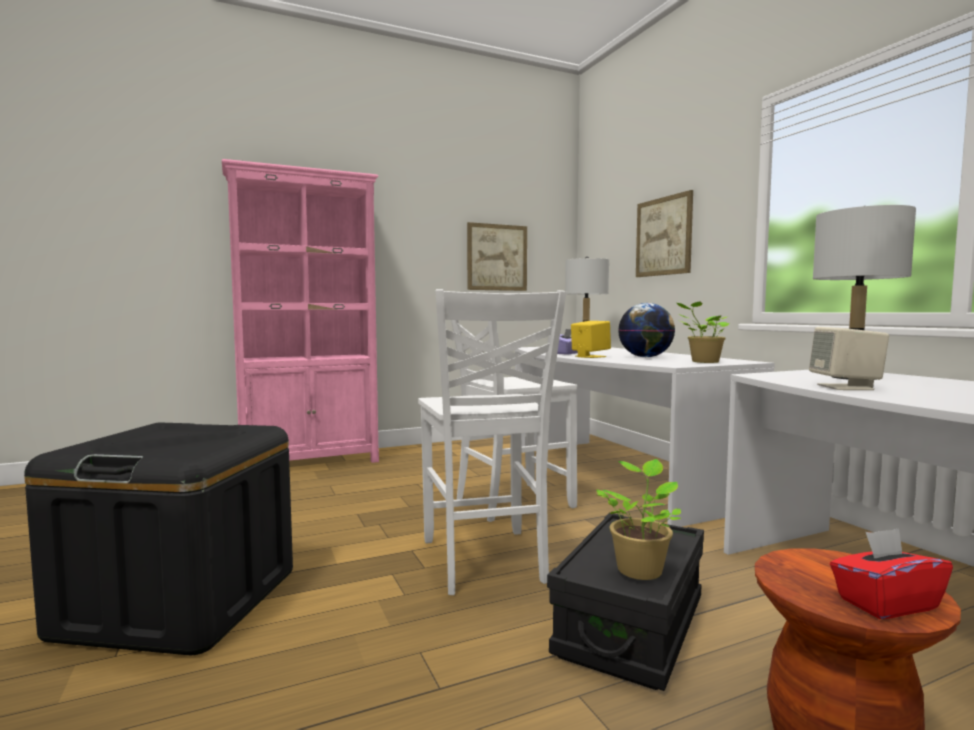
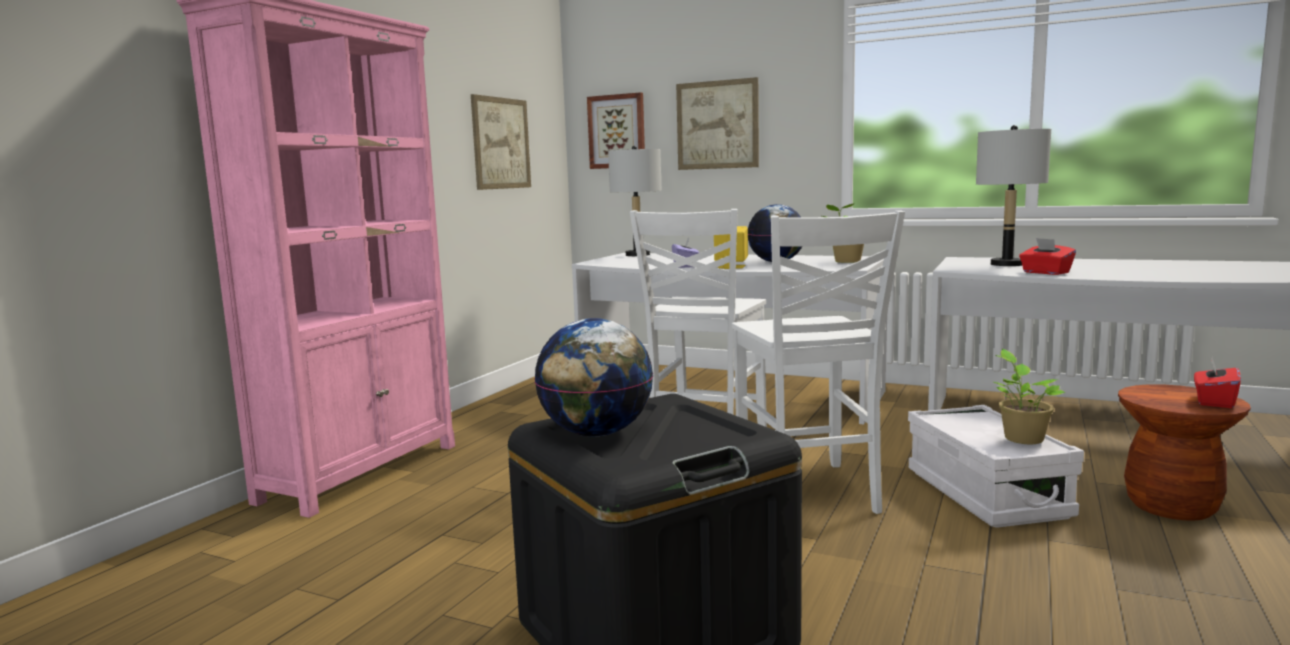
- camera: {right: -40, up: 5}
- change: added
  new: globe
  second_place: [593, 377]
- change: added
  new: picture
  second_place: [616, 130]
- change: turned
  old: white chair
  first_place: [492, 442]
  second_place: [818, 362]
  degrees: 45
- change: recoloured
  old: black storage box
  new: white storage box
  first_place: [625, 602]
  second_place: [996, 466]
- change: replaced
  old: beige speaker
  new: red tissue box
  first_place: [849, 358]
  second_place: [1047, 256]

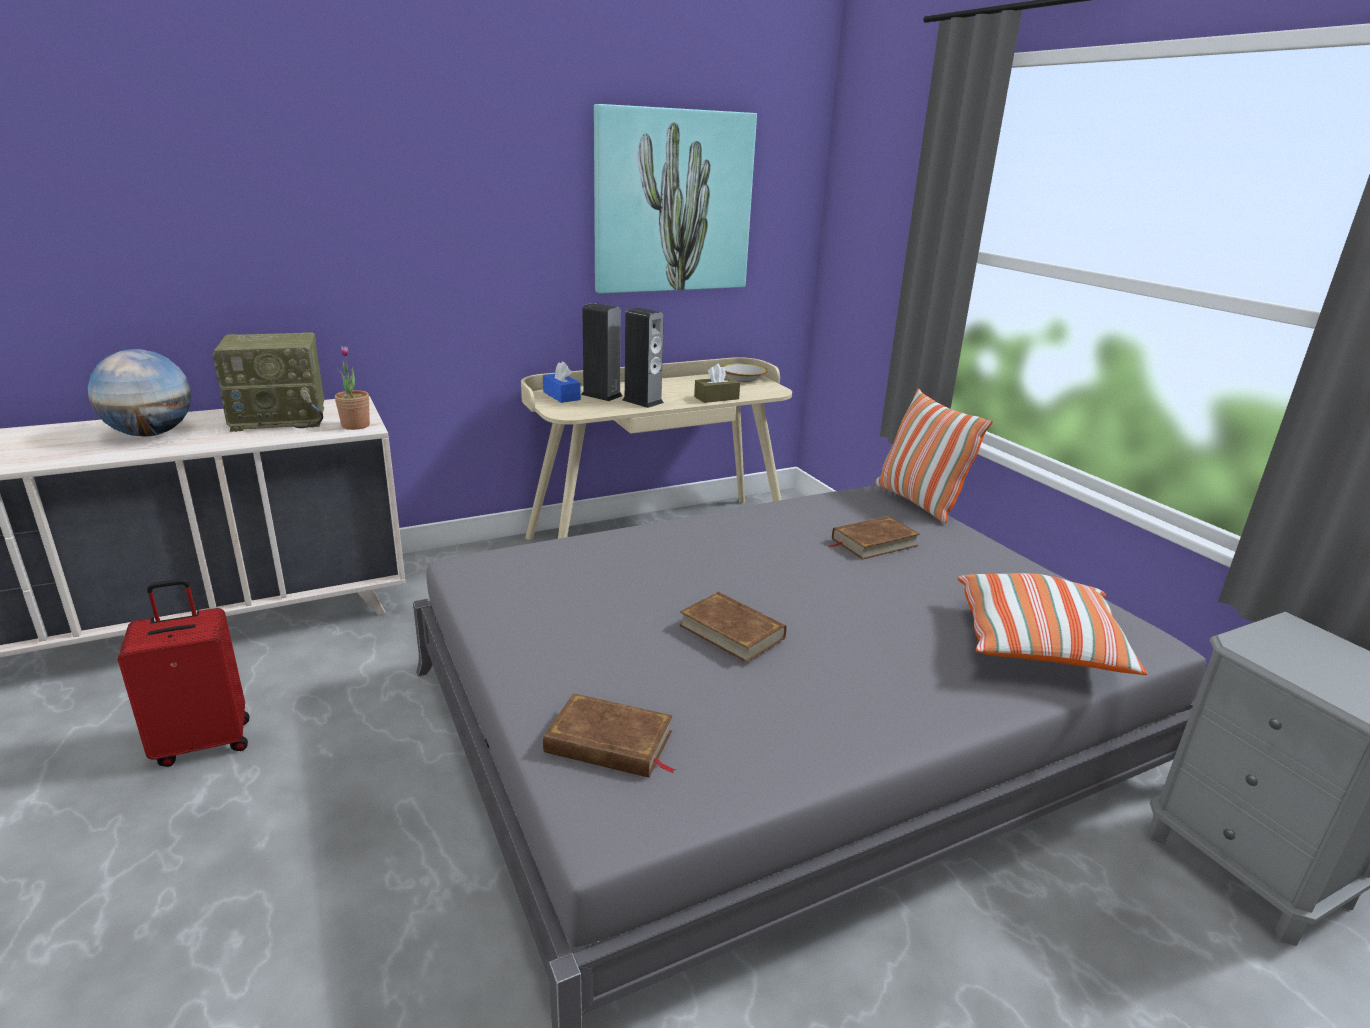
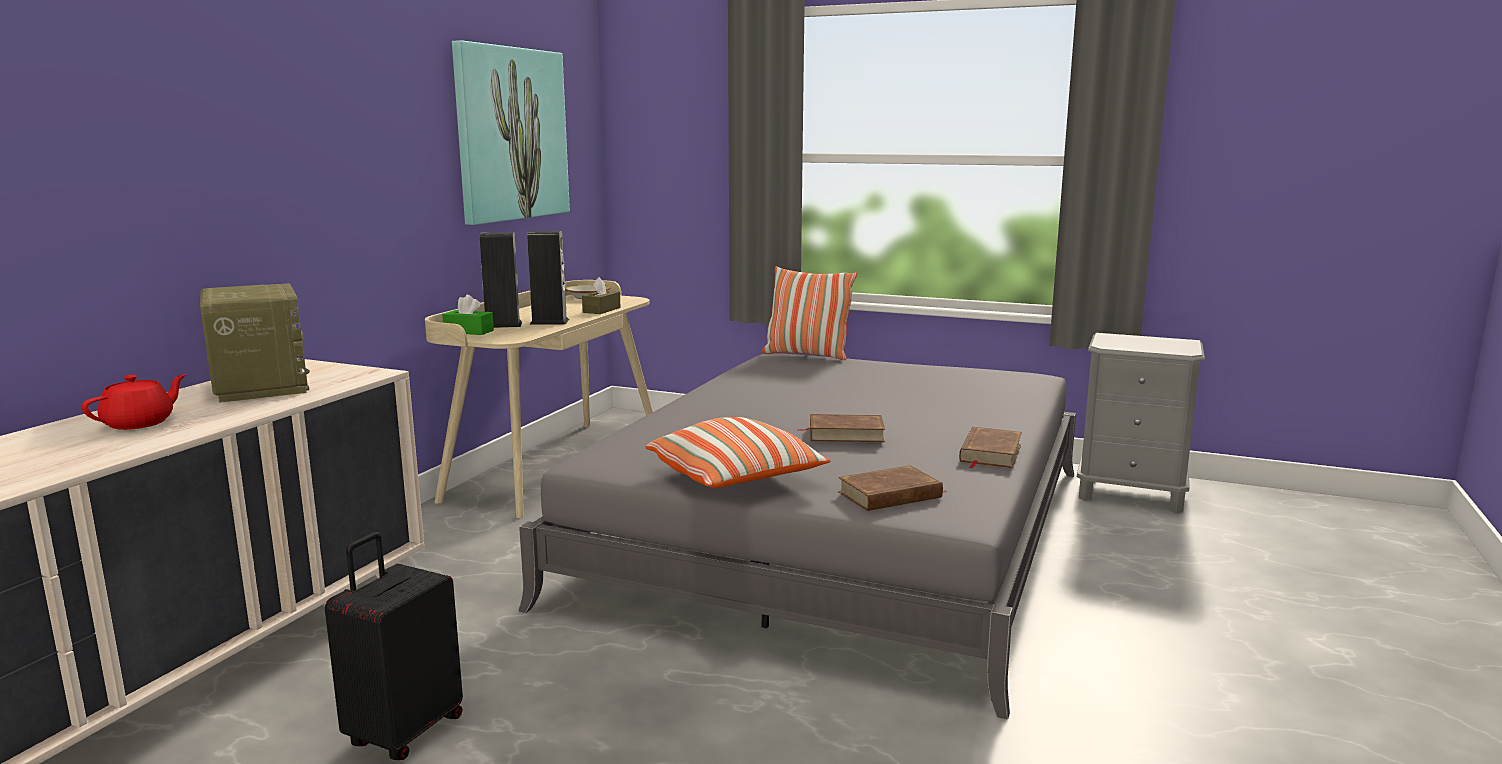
- camera: {right: -40, up: -10}
- change: replaced
  old: globe
  new: red teapot
  first_place: [139, 393]
  second_place: [133, 402]
- change: turned
  old: radio
  first_place: [268, 382]
  second_place: [255, 343]
  degrees: -60
- change: recoloured
  old: red suitcase
  new: black suitcase
  first_place: [183, 673]
  second_place: [394, 646]
- change: recoloured
  old: blue tissue box
  new: green tissue box
  first_place: [562, 382]
  second_place: [468, 315]
- change: moved
  old: pillow
  first_place: [1052, 624]
  second_place: [738, 452]
- change: moved
  old: brown book
  first_place: [874, 538]
  second_place: [990, 447]
- change: removed
  old: potted plant
  first_place: [352, 388]

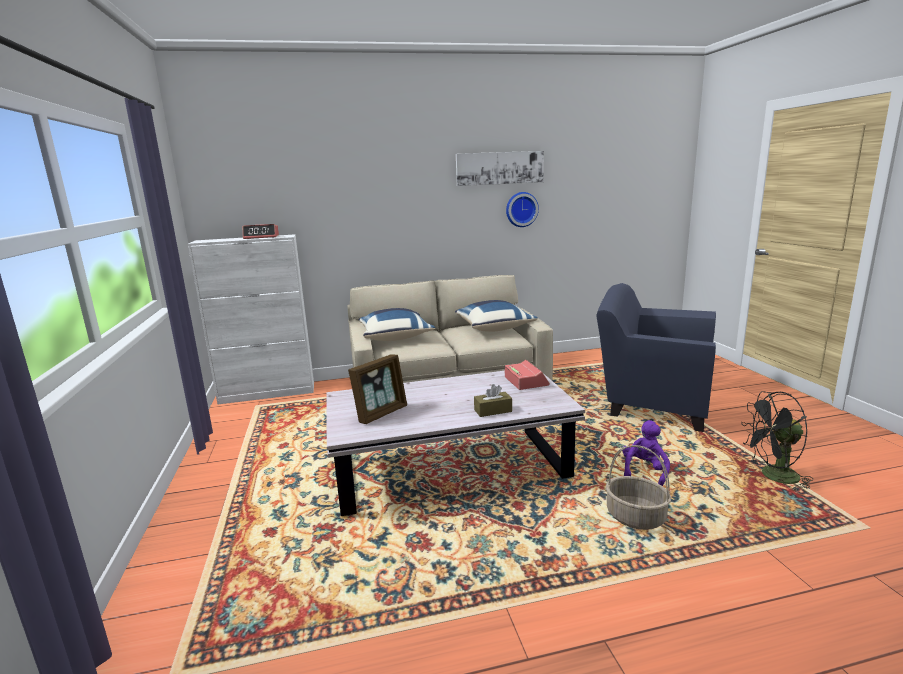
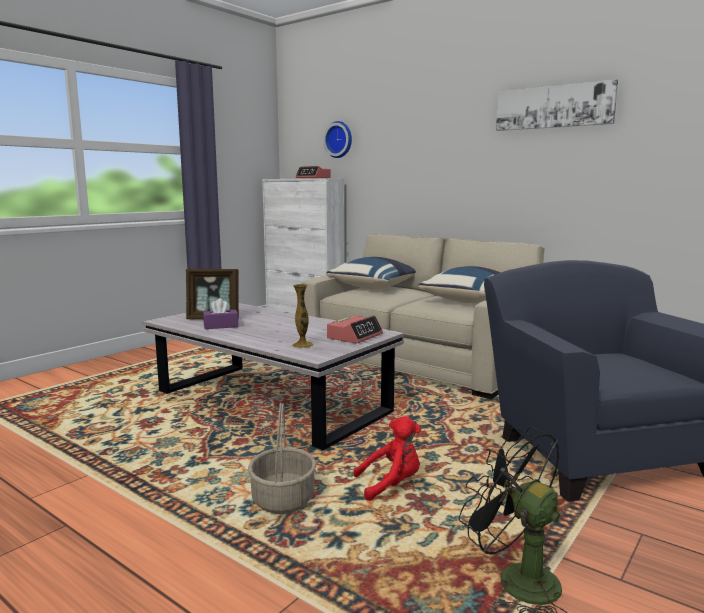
- camera: {right: 50, up: -5}
- change: added
  new: purple tissue box
  second_place: [220, 313]
- change: added
  new: vase
  second_place: [303, 316]
- change: moved
  old: wall clock
  first_place: [522, 209]
  second_place: [337, 139]
- change: recoloured
  old: purple plush toy
  new: red plush toy
  first_place: [646, 453]
  second_place: [387, 458]
- change: removed
  old: brown tissue box
  first_place: [493, 400]

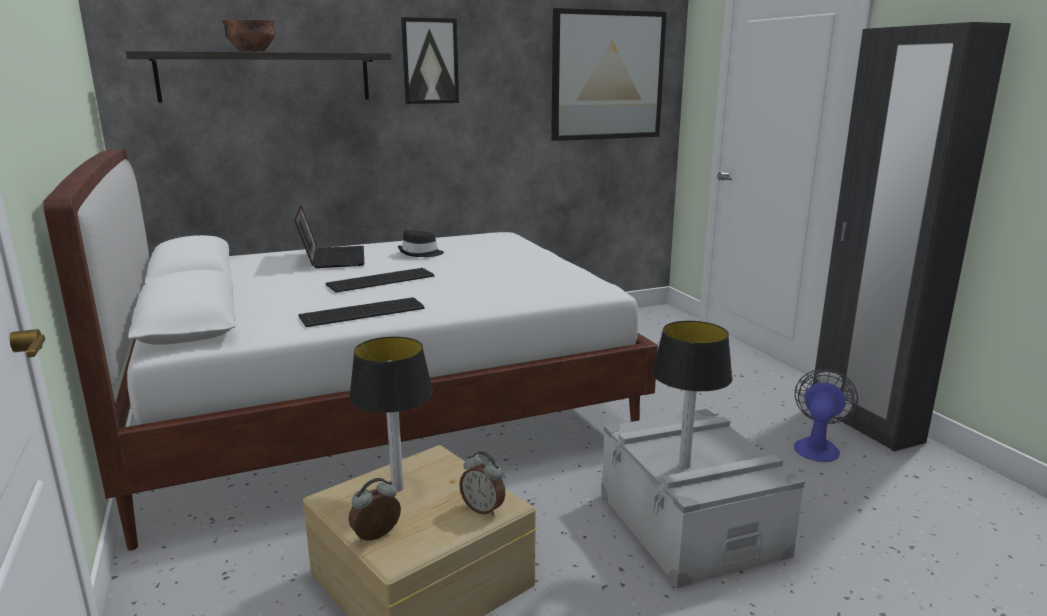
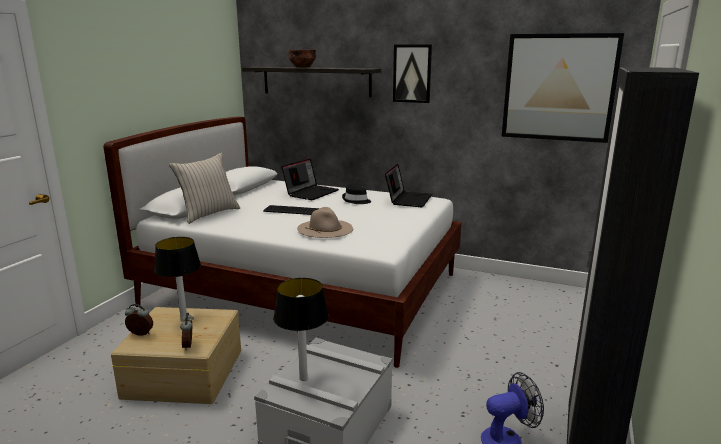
- camera: {right: 45, up: 0}
- change: added
  new: beige pillow
  second_place: [204, 188]
- change: added
  new: beige hat
  second_place: [325, 222]
- change: added
  new: laptop
  second_place: [408, 185]
- change: removed
  old: keyboard
  first_place: [361, 312]

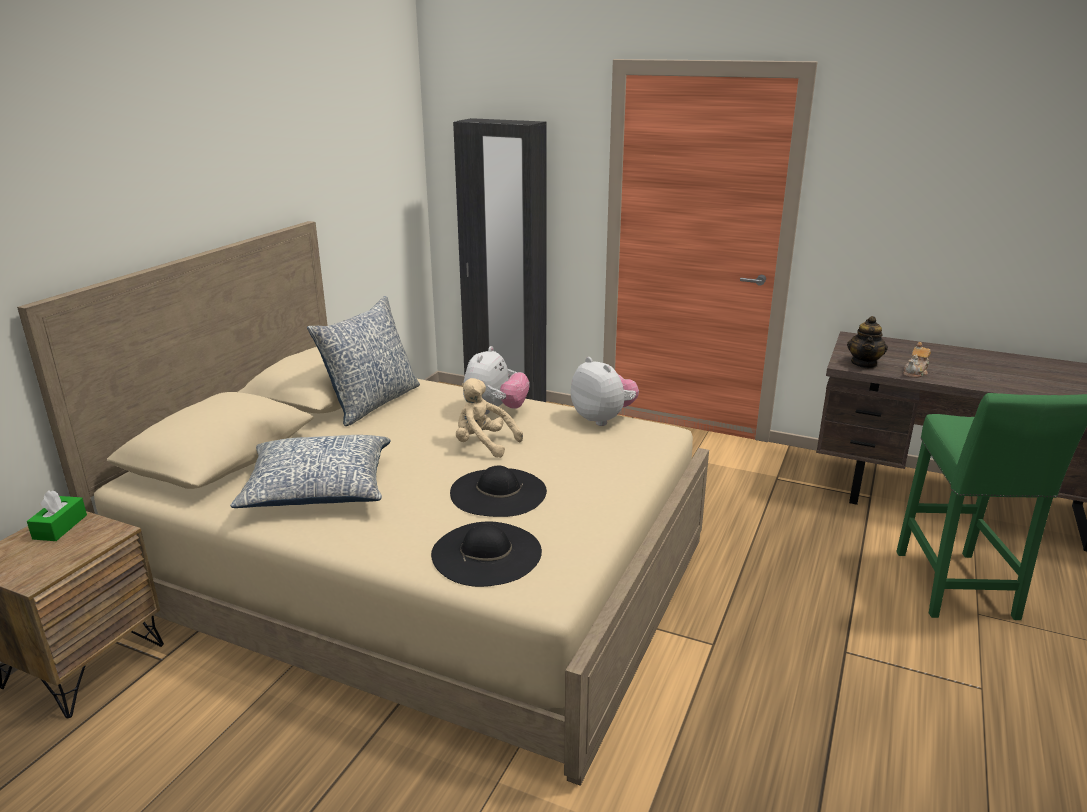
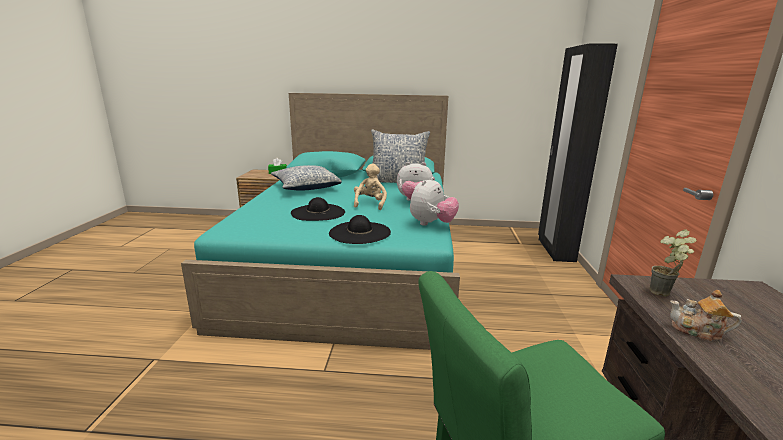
- camera: {right: 70, up: -5}
- change: recoloured
  old: beige bed
  new: turquoise bed
  first_place: [363, 503]
  second_place: [320, 221]
- change: moved
  old: black hat
  first_place: [486, 554]
  second_place: [360, 229]
- change: replaced
  old: teapot
  new: potted plant
  first_place: [867, 342]
  second_place: [673, 262]

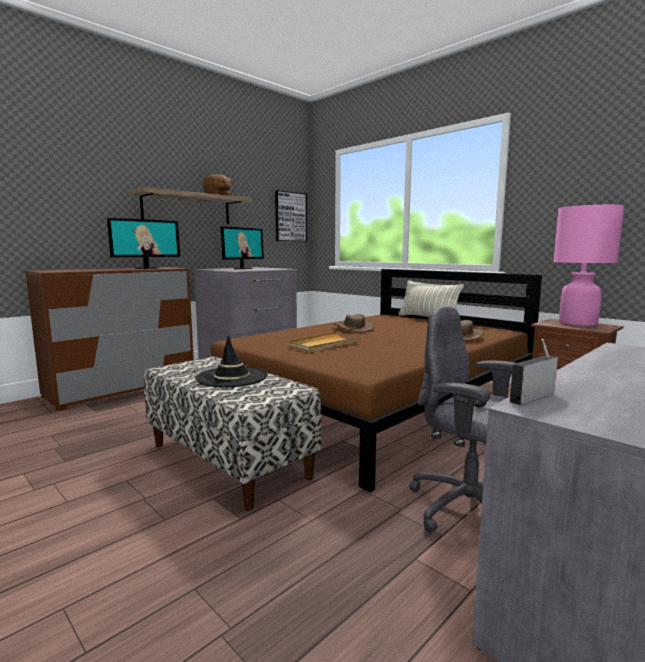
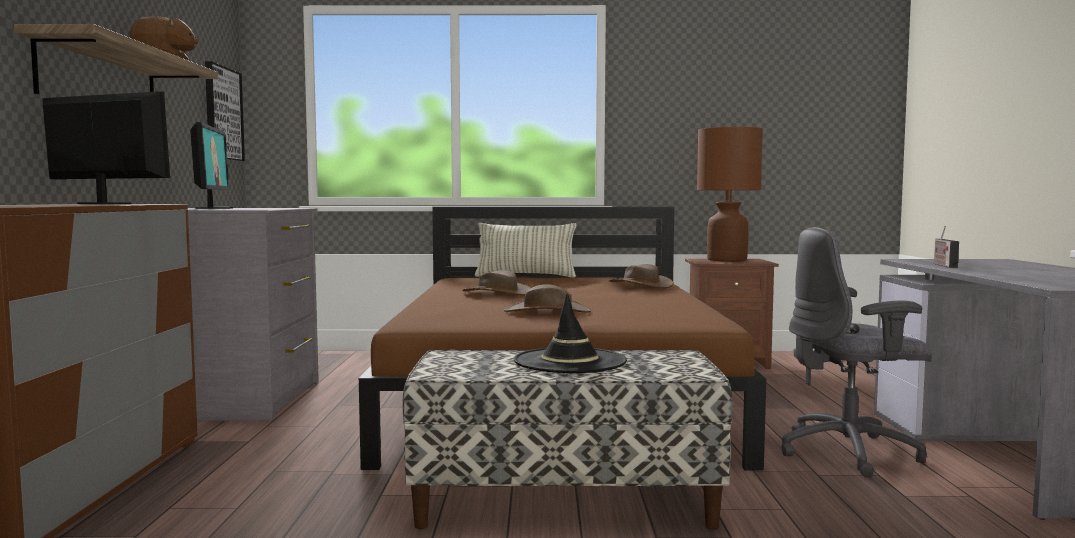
- camera: {right: -45, up: -5}
- change: turned
  old: monitor
  first_place: [143, 243]
  second_place: [106, 147]
  degrees: -75
- change: replaced
  old: beige tray
  new: brown hat
  first_place: [324, 342]
  second_place: [547, 298]
- change: recoloured
  old: pink table lamp
  new: brown table lamp
  first_place: [588, 265]
  second_place: [730, 194]
- change: moved
  old: radio
  first_place: [534, 372]
  second_place: [946, 247]

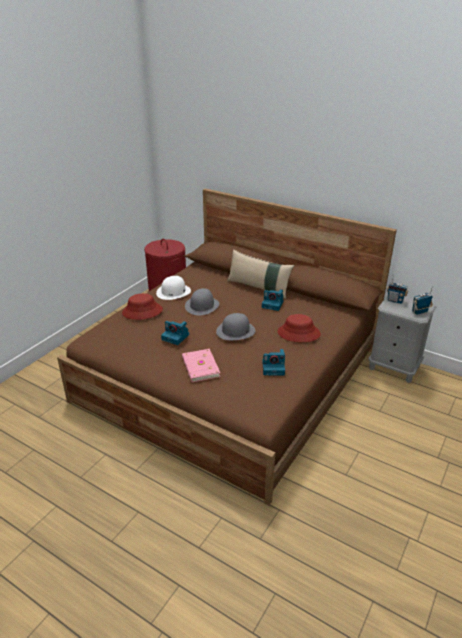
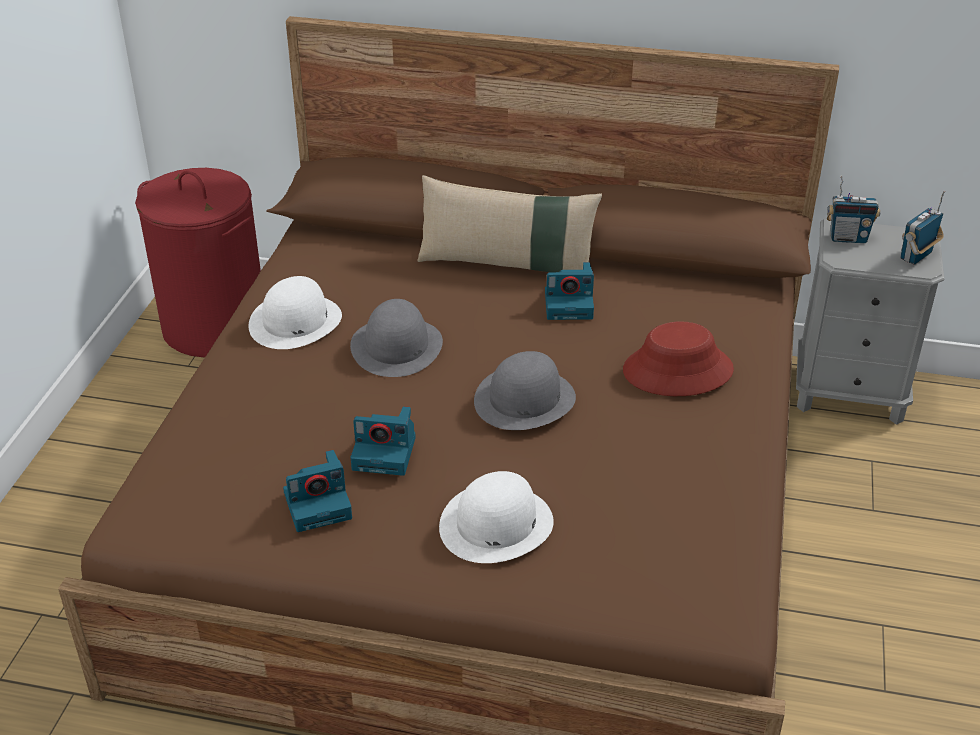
- camera: {right: -20, up: 5}
- change: moved
  old: photo camera
  first_place: [273, 362]
  second_place: [317, 491]
- change: replaced
  old: pink book
  new: white hat
  first_place: [201, 365]
  second_place: [496, 517]
- change: removed
  old: red hat
  first_place: [142, 306]

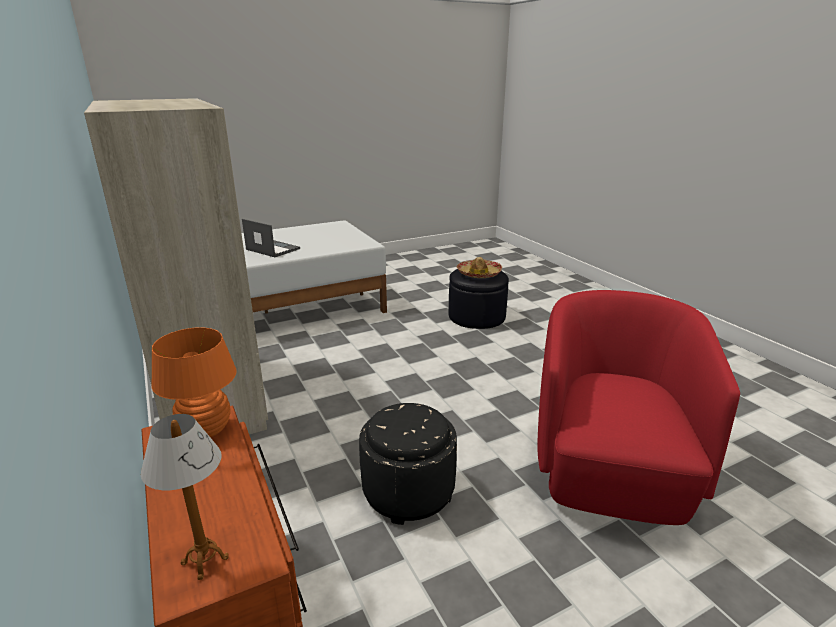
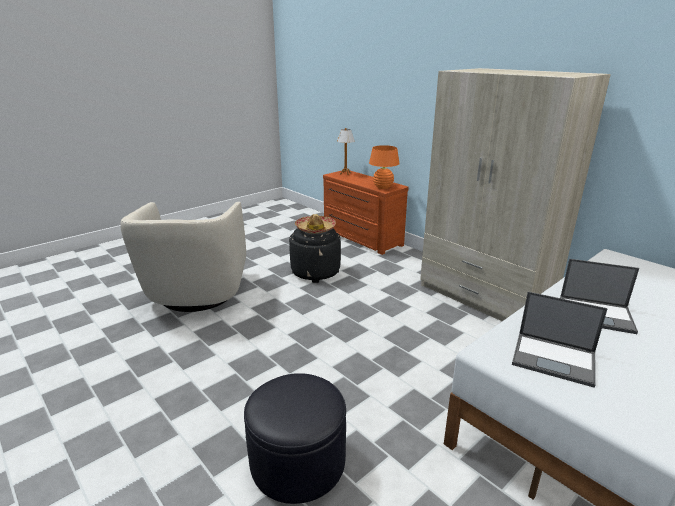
- camera: {right: 165, up: 0}
- change: recoloured
  old: red armchair
  new: beige armchair
  first_place: [638, 407]
  second_place: [183, 257]
- change: moved
  old: hat
  first_place: [479, 267]
  second_place: [315, 224]
- change: added
  new: laptop
  second_place: [560, 340]

